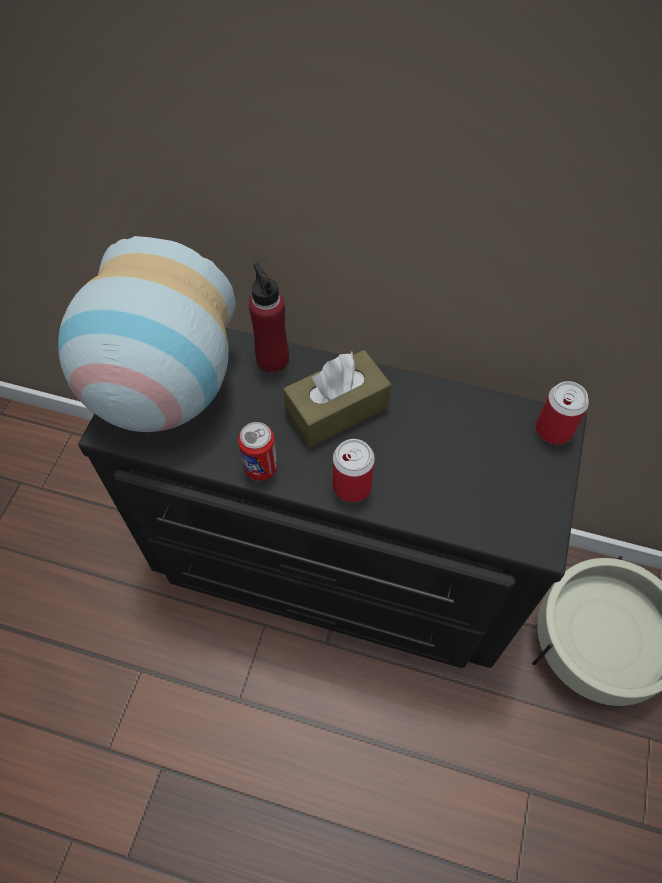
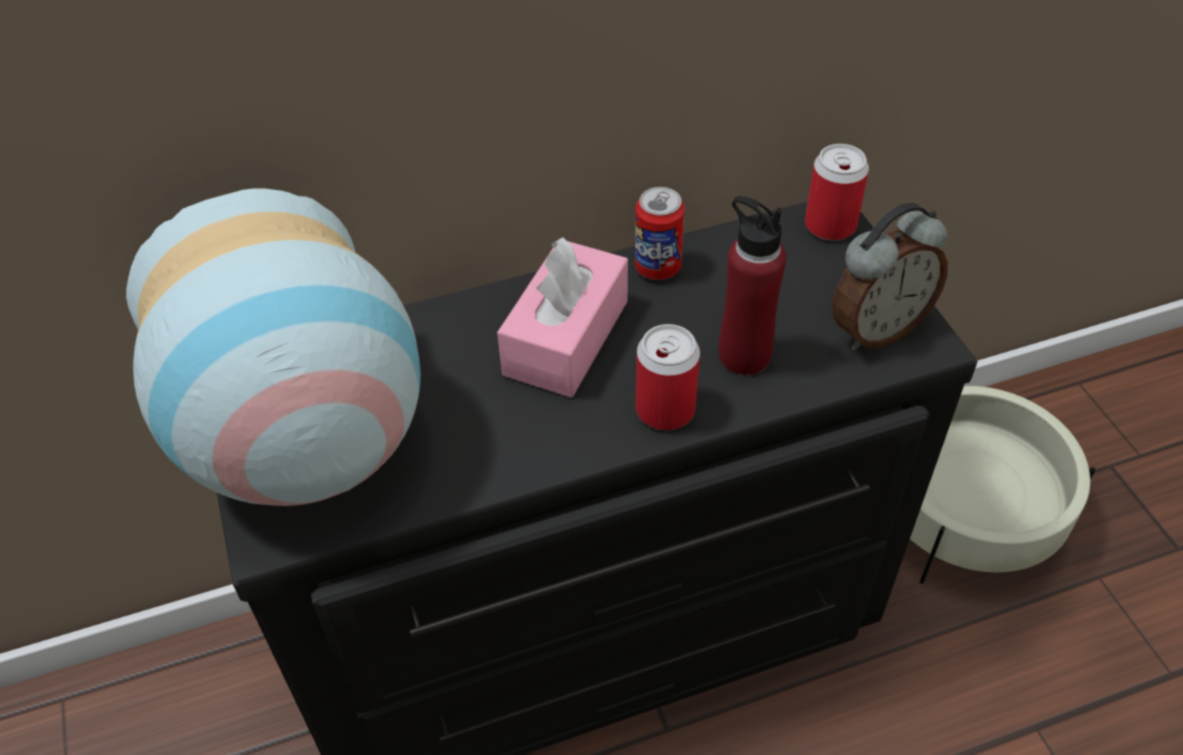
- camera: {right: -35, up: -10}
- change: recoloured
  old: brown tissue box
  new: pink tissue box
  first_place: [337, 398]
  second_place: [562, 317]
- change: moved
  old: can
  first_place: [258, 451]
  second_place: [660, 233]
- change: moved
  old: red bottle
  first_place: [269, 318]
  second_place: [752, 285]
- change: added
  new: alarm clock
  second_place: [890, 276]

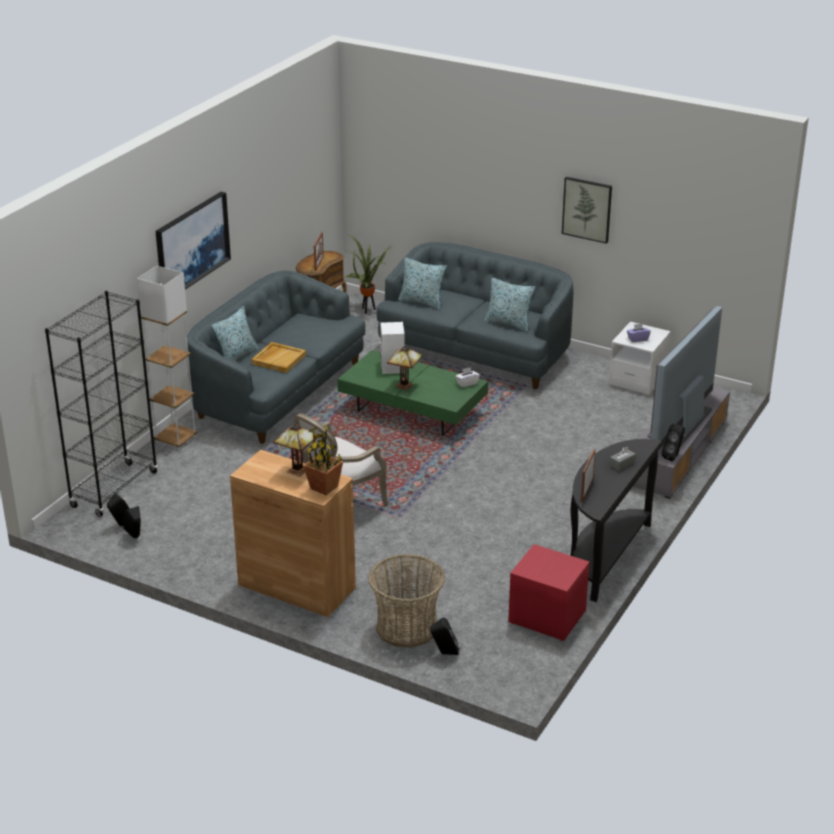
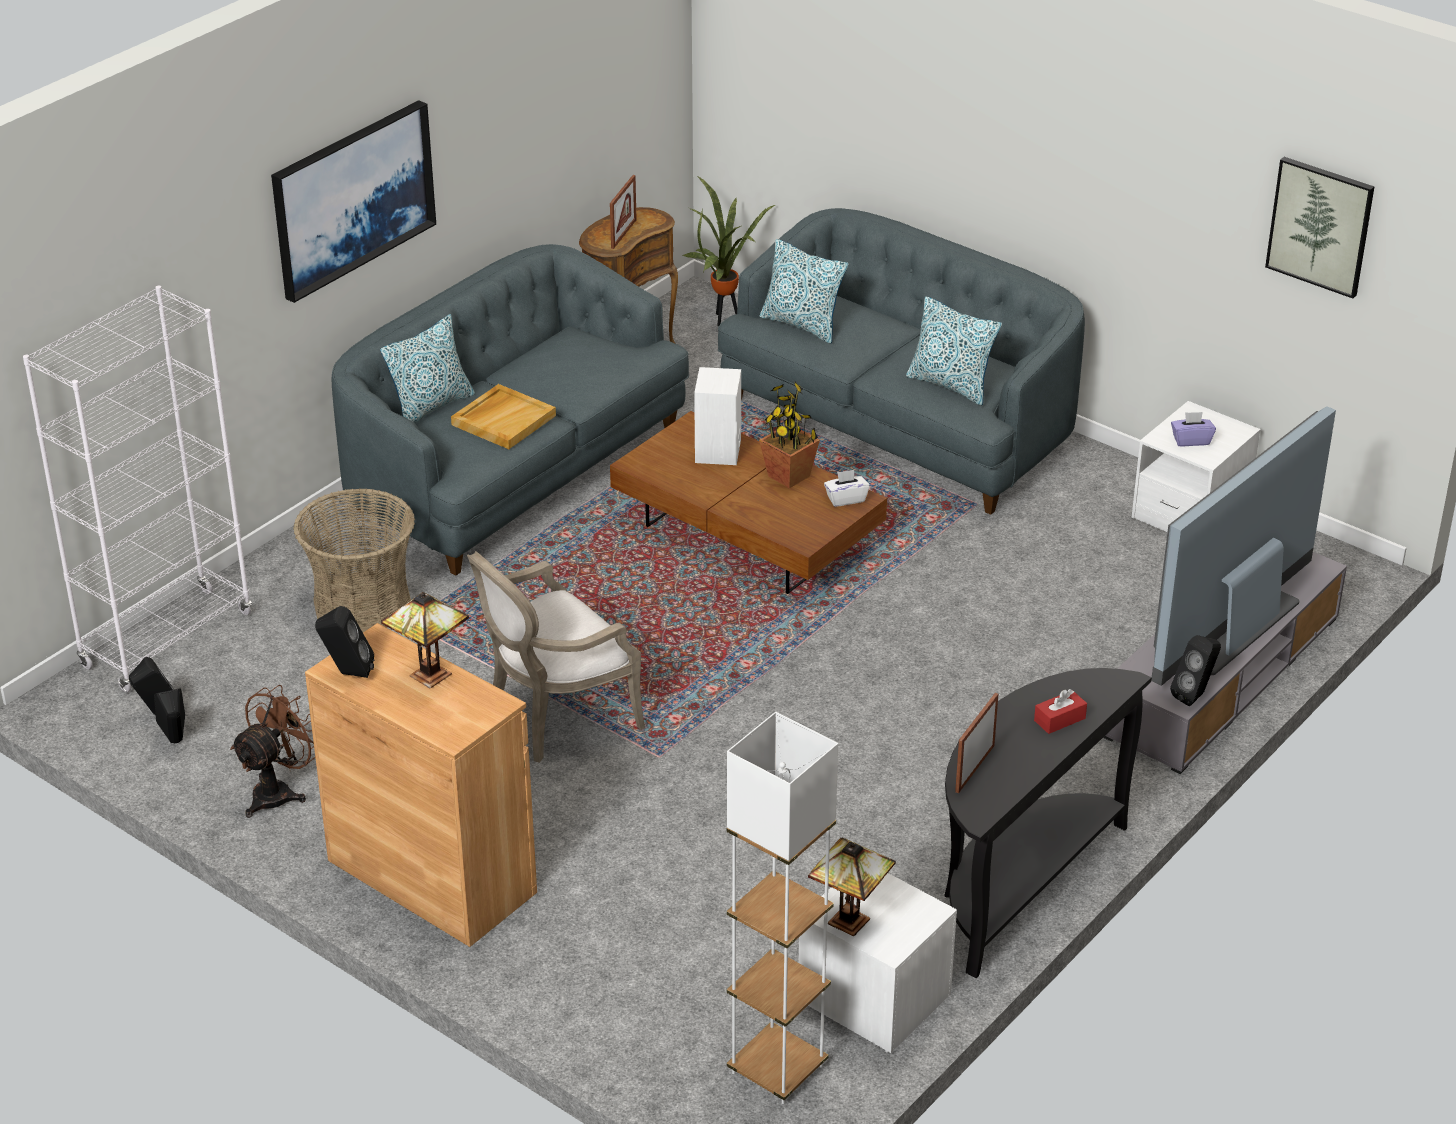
- camera: {right: 10, up: 5}
- change: recoloured
  old: black bookcase
  new: white bookcase
  first_place: [101, 404]
  second_place: [137, 489]
- change: added
  new: brown fan
  second_place: [272, 751]
- change: moved
  old: basket
  first_place: [406, 601]
  second_place: [354, 560]
- change: moved
  old: black speaker
  first_place: [445, 636]
  second_place: [344, 642]
- change: recoloured
  old: green coffee table
  new: brown coffee table
  first_place: [413, 393]
  second_place: [748, 502]
- change: moved
  old: white floor lamp
  first_place: [167, 358]
  second_place: [782, 908]
- change: moved
  old: potted plant
  first_place: [323, 459]
  second_place: [789, 434]
- change: recoloured
  old: red nightstand
  new: white nightstand
  first_place: [549, 592]
  second_place: [878, 963]
- change: moved
  old: table lamp
  first_place: [405, 368]
  second_place: [852, 887]
- change: recoloured
  old: grey tissue box
  new: red tissue box
  first_place: [622, 459]
  second_place: [1060, 711]
- change: moved
  old: picture
  first_place: [587, 210]
  second_place: [1319, 227]

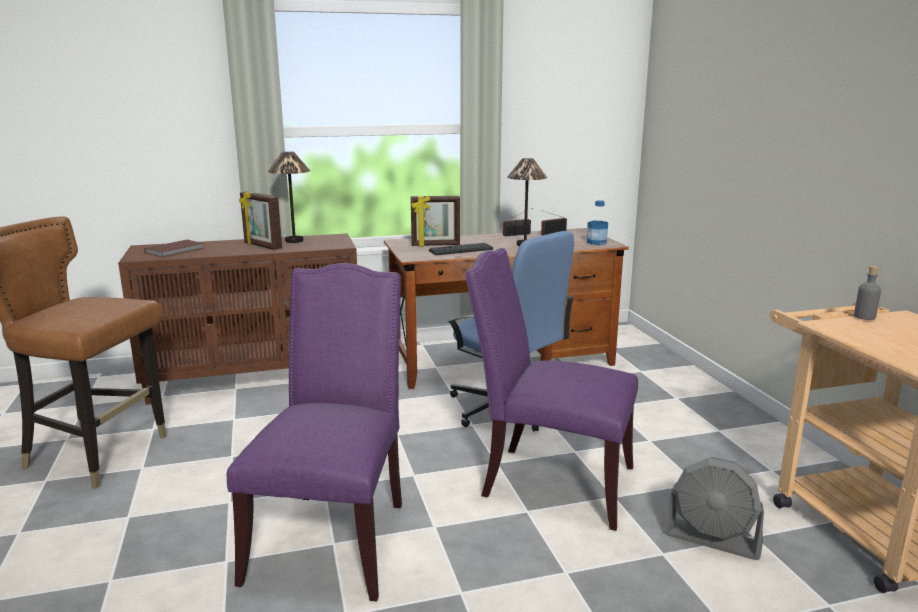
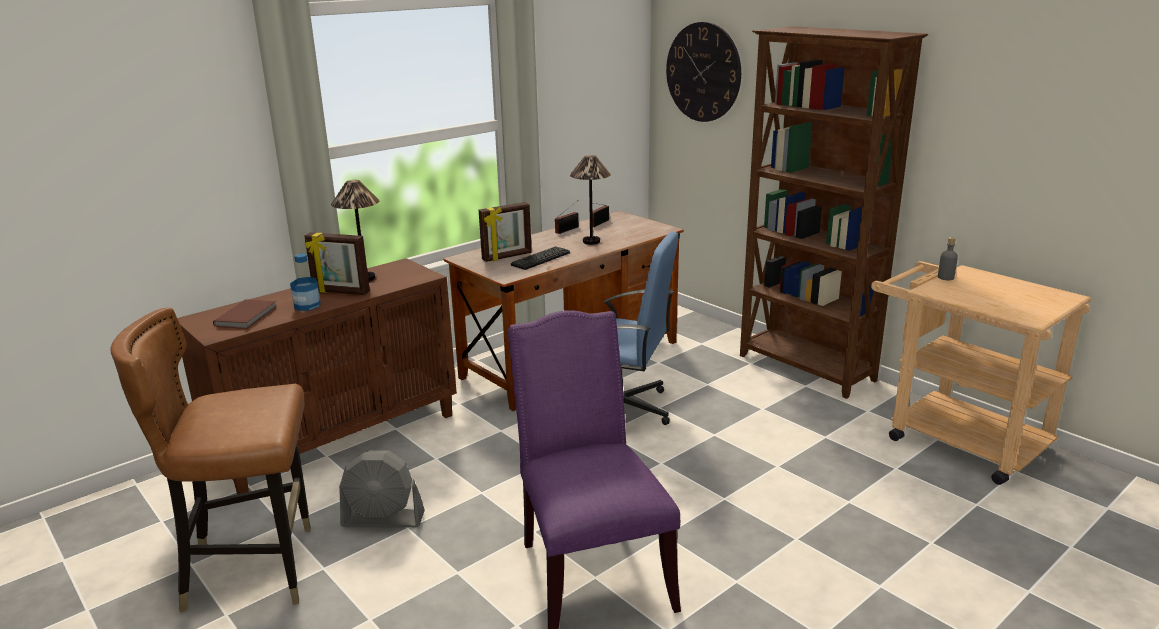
- camera: {right: -25, up: 5}
- change: moved
  old: bottle
  first_place: [597, 222]
  second_place: [305, 282]
- change: moved
  old: grey fan
  first_place: [714, 508]
  second_place: [382, 489]
- change: added
  new: wall clock
  second_place: [703, 72]
- change: added
  new: brown bookcase
  second_place: [834, 212]
- change: removed
  old: purple chair
  first_place: [551, 389]

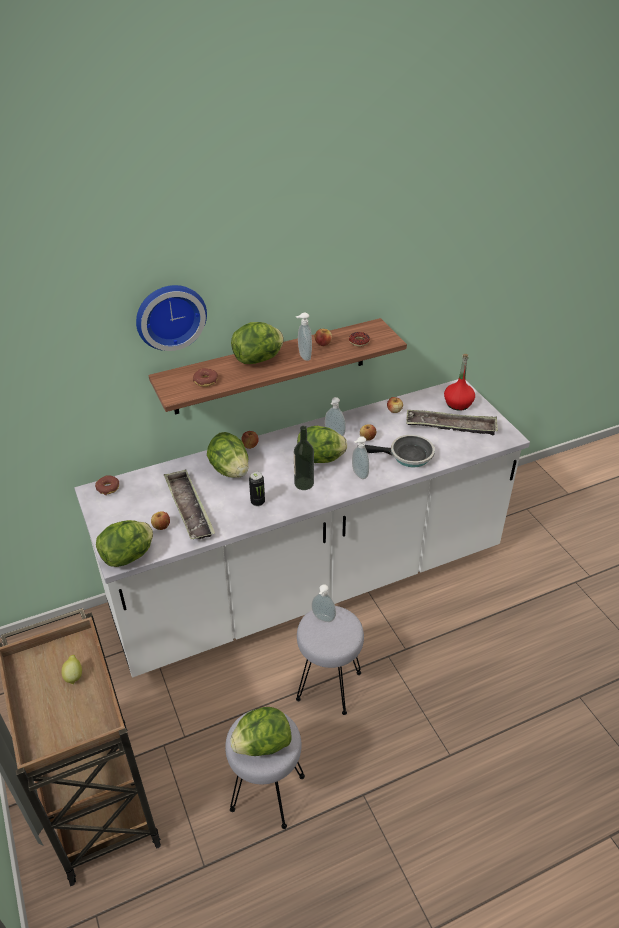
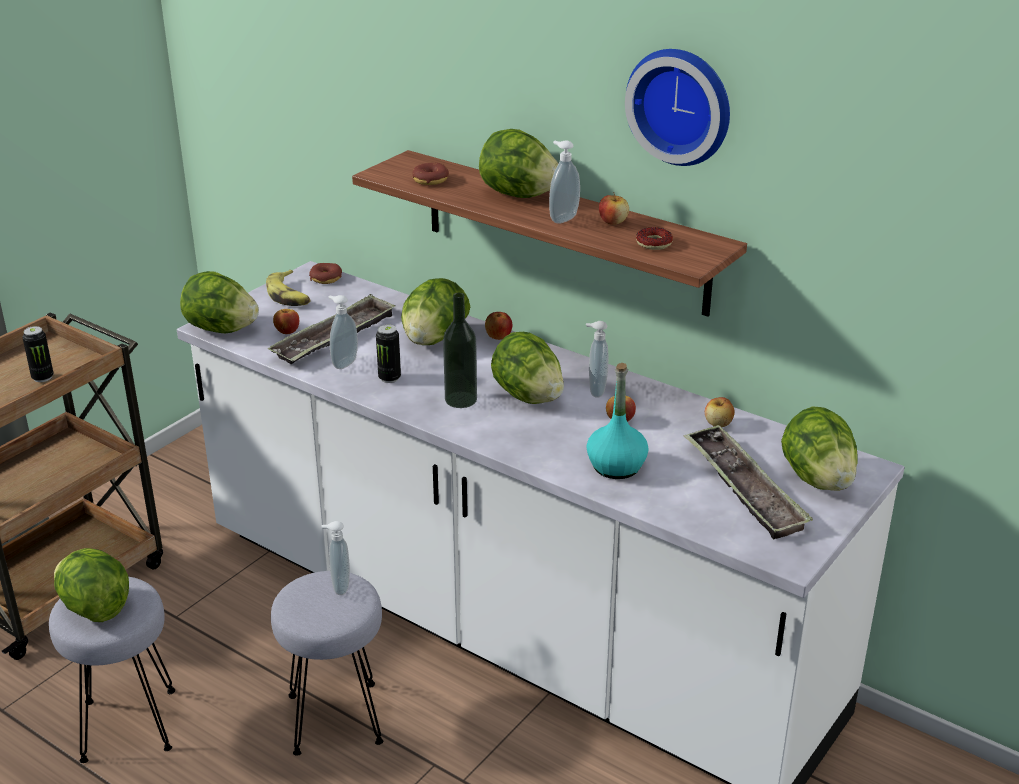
- camera: {right: 60, up: -10}
- change: replaced
  old: lemon
  new: can
  first_place: [71, 669]
  second_place: [38, 354]
- change: added
  new: banana
  second_place: [288, 288]
- change: moved
  old: soap dispenser
  first_place: [360, 457]
  second_place: [343, 332]
- change: replaced
  old: frying pan
  new: turquoise bottle
  first_place: [400, 451]
  second_place: [617, 421]
- change: moved
  old: wall clock
  first_place: [171, 318]
  second_place: [677, 107]
- change: replaced
  old: red bottle
  new: lettuce
  first_place: [459, 382]
  second_place: [819, 448]

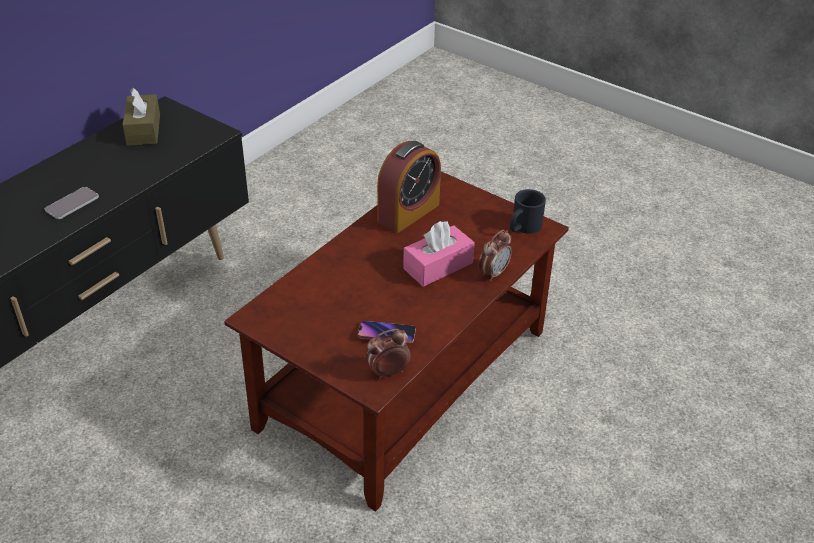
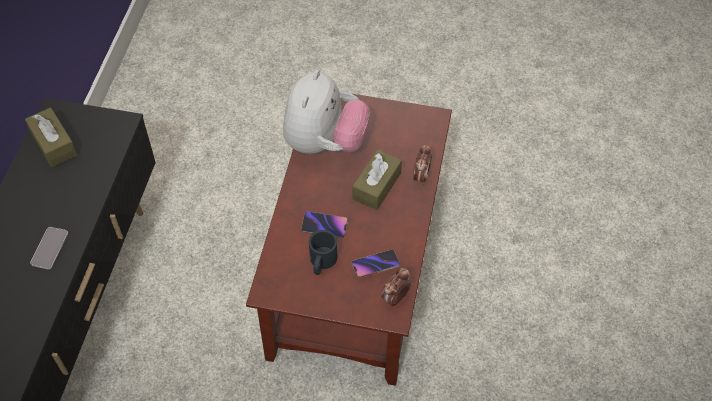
- camera: {right: -25, up: 15}
- change: replaced
  old: alarm clock
  new: plush toy
  first_place: [409, 187]
  second_place: [326, 112]
- change: added
  new: phone
  second_place: [324, 224]
- change: moved
  old: black mug
  first_place: [528, 211]
  second_place: [323, 252]
- change: recoloured
  old: pink tissue box
  new: brown tissue box
  first_place: [439, 254]
  second_place: [377, 179]

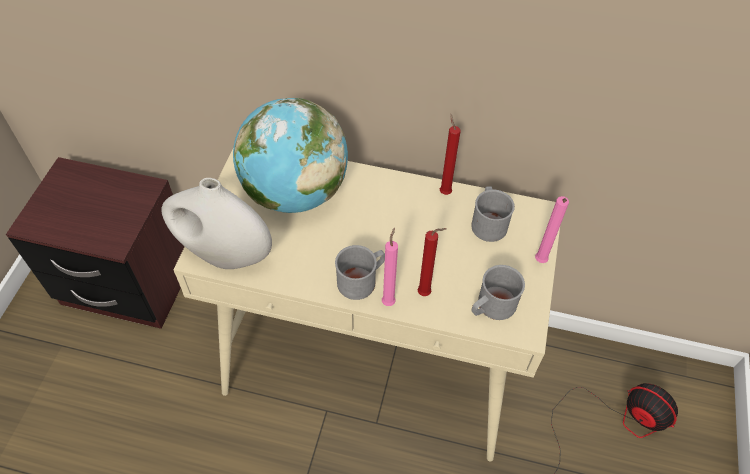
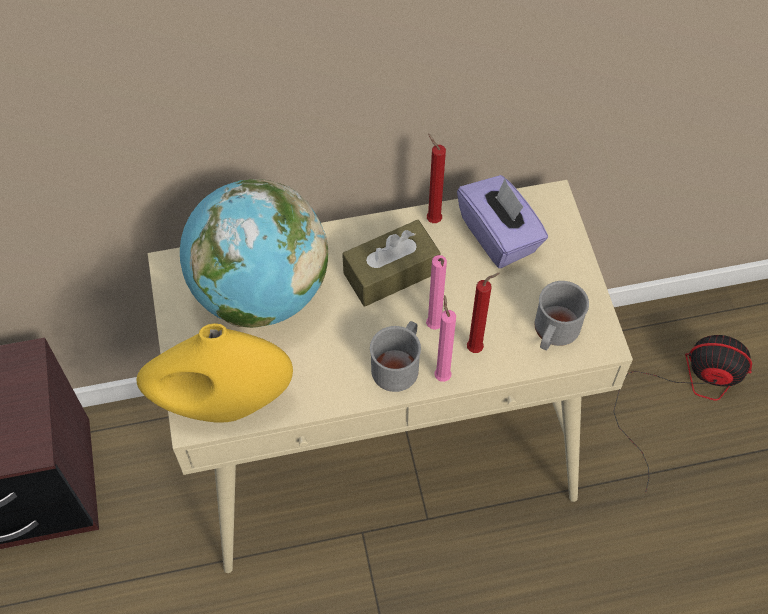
- camera: {right: -25, up: 5}
- change: recoloured
  old: white vase
  new: yellow vase
  first_place: [216, 223]
  second_place: [214, 373]
- change: added
  new: brown tissue box
  second_place: [391, 263]
- change: moved
  old: pink candle
  first_place: [552, 229]
  second_place: [436, 292]
- change: replaced
  old: grey mug
  new: purple tissue box
  first_place: [493, 214]
  second_place: [502, 221]

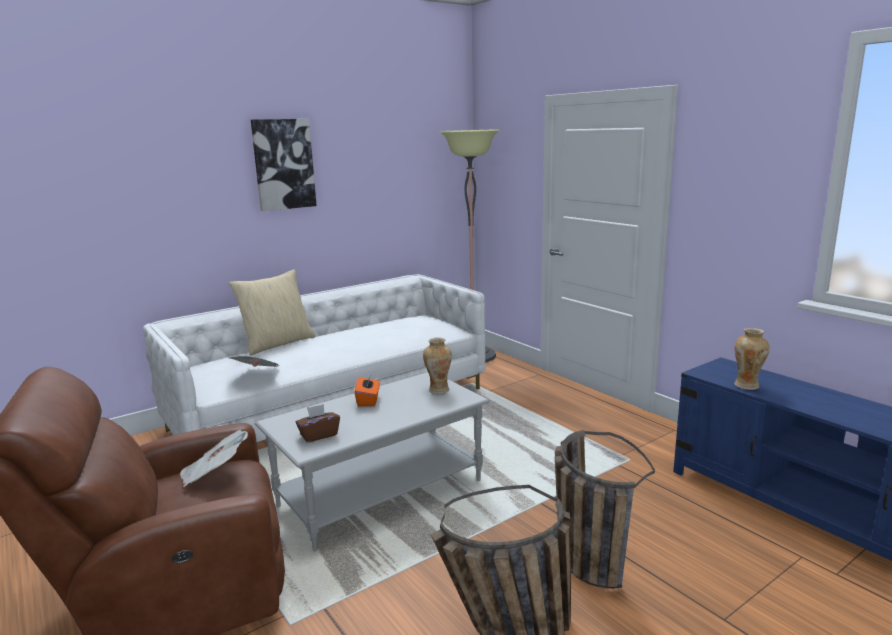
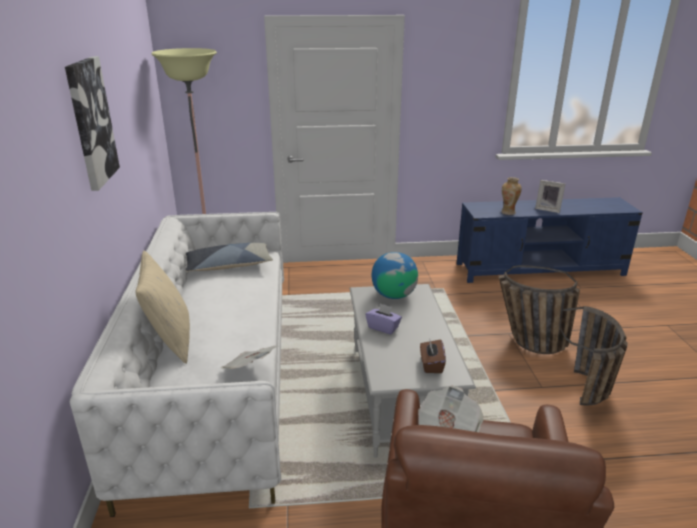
- camera: {right: -60, up: 10}
- change: added
  new: pillow
  second_place: [229, 257]
- change: recoloured
  old: orange tissue box
  new: purple tissue box
  first_place: [367, 389]
  second_place: [384, 318]
- change: replaced
  old: vase
  new: globe
  first_place: [437, 365]
  second_place: [395, 275]
- change: added
  new: picture frame
  second_place: [550, 196]

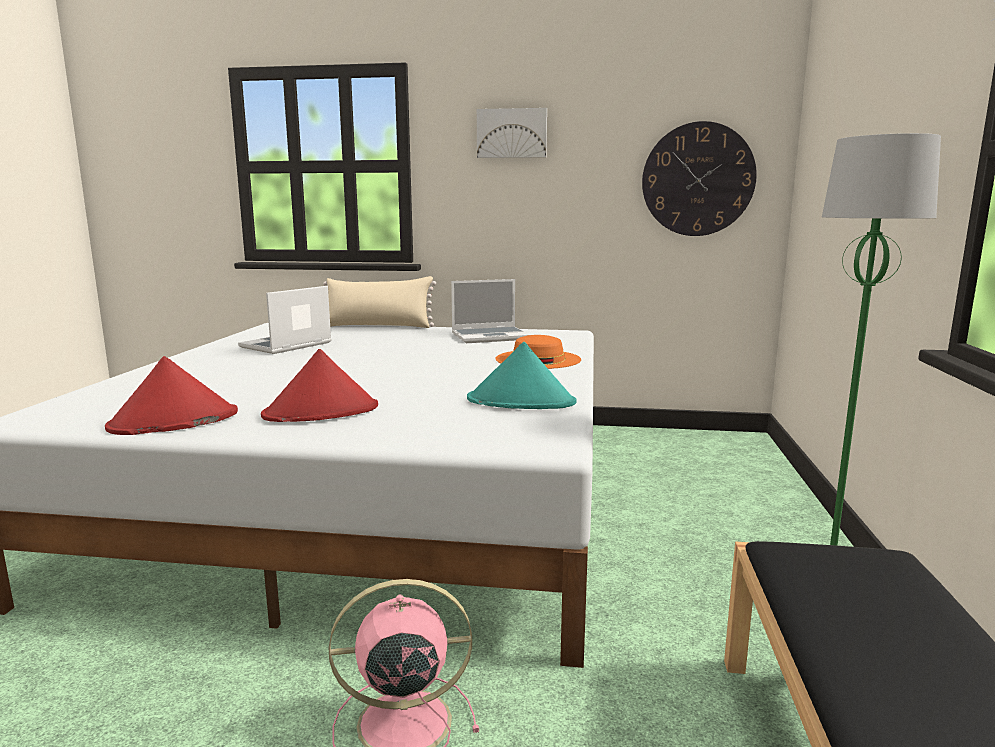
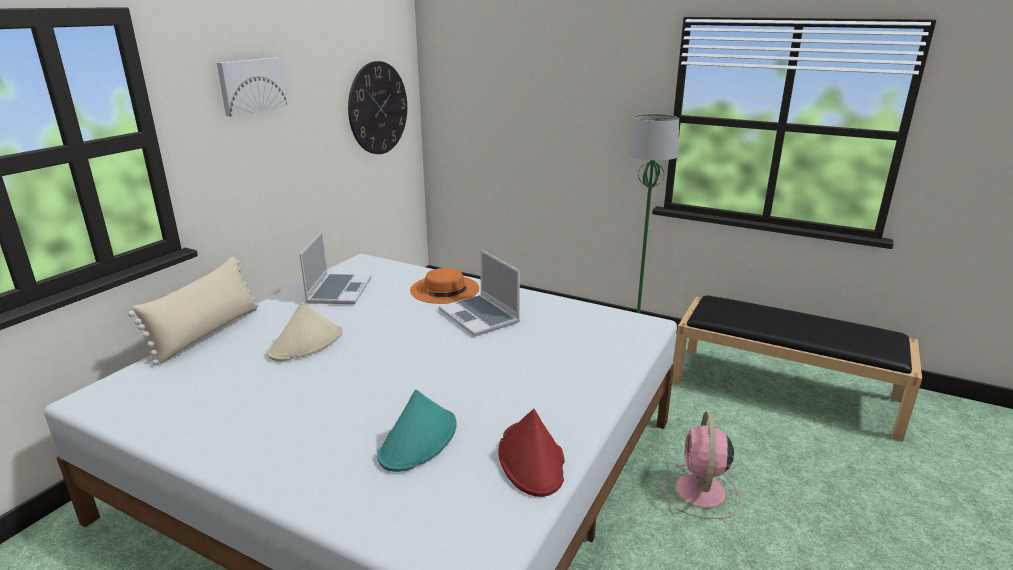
- camera: {right: -70, up: 10}
- change: added
  new: beige hat
  second_place: [304, 331]
- change: moved
  old: turquoise hat
  first_place: [521, 375]
  second_place: [417, 431]
- change: moved
  old: laptop
  first_place: [285, 320]
  second_place: [479, 292]
- change: removed
  old: red hat
  first_place: [319, 385]

